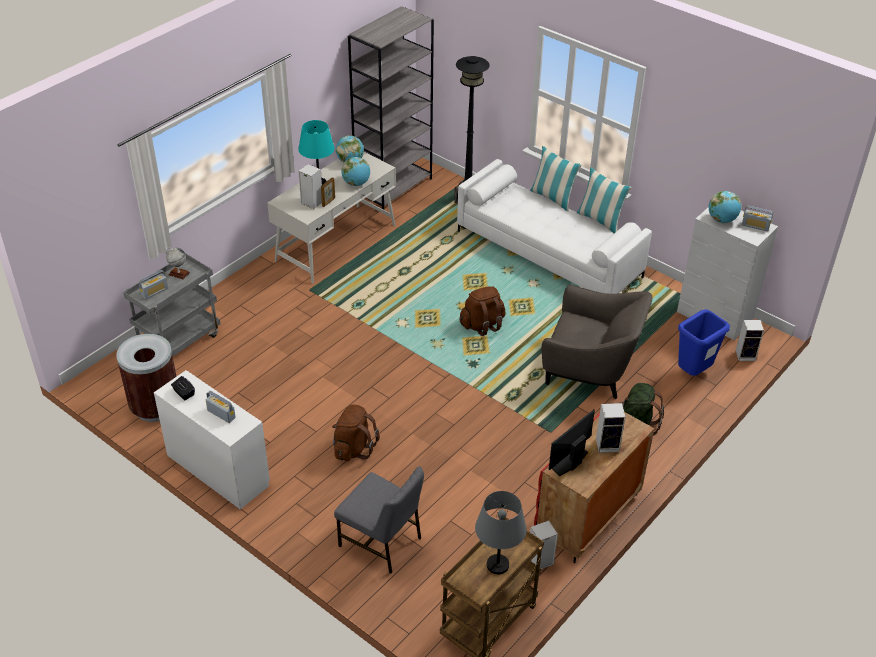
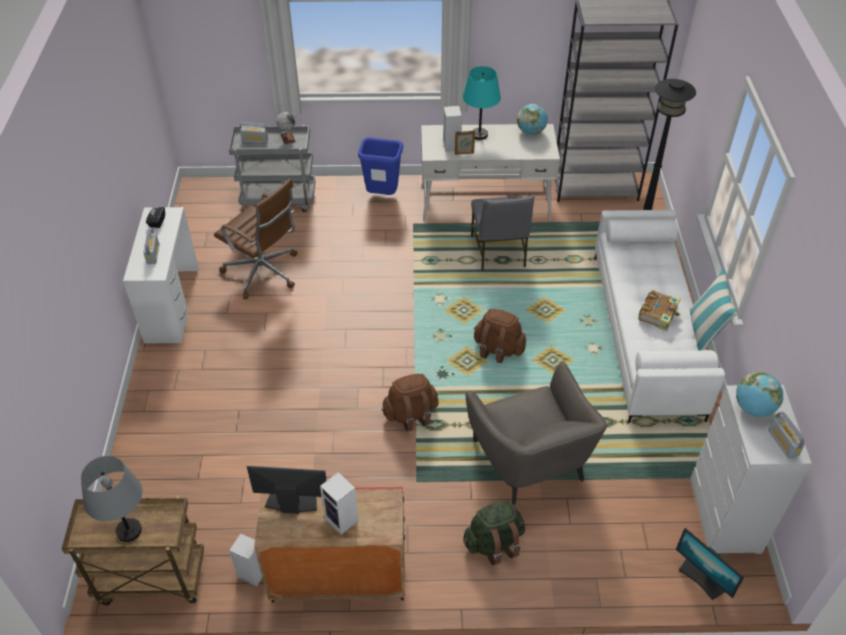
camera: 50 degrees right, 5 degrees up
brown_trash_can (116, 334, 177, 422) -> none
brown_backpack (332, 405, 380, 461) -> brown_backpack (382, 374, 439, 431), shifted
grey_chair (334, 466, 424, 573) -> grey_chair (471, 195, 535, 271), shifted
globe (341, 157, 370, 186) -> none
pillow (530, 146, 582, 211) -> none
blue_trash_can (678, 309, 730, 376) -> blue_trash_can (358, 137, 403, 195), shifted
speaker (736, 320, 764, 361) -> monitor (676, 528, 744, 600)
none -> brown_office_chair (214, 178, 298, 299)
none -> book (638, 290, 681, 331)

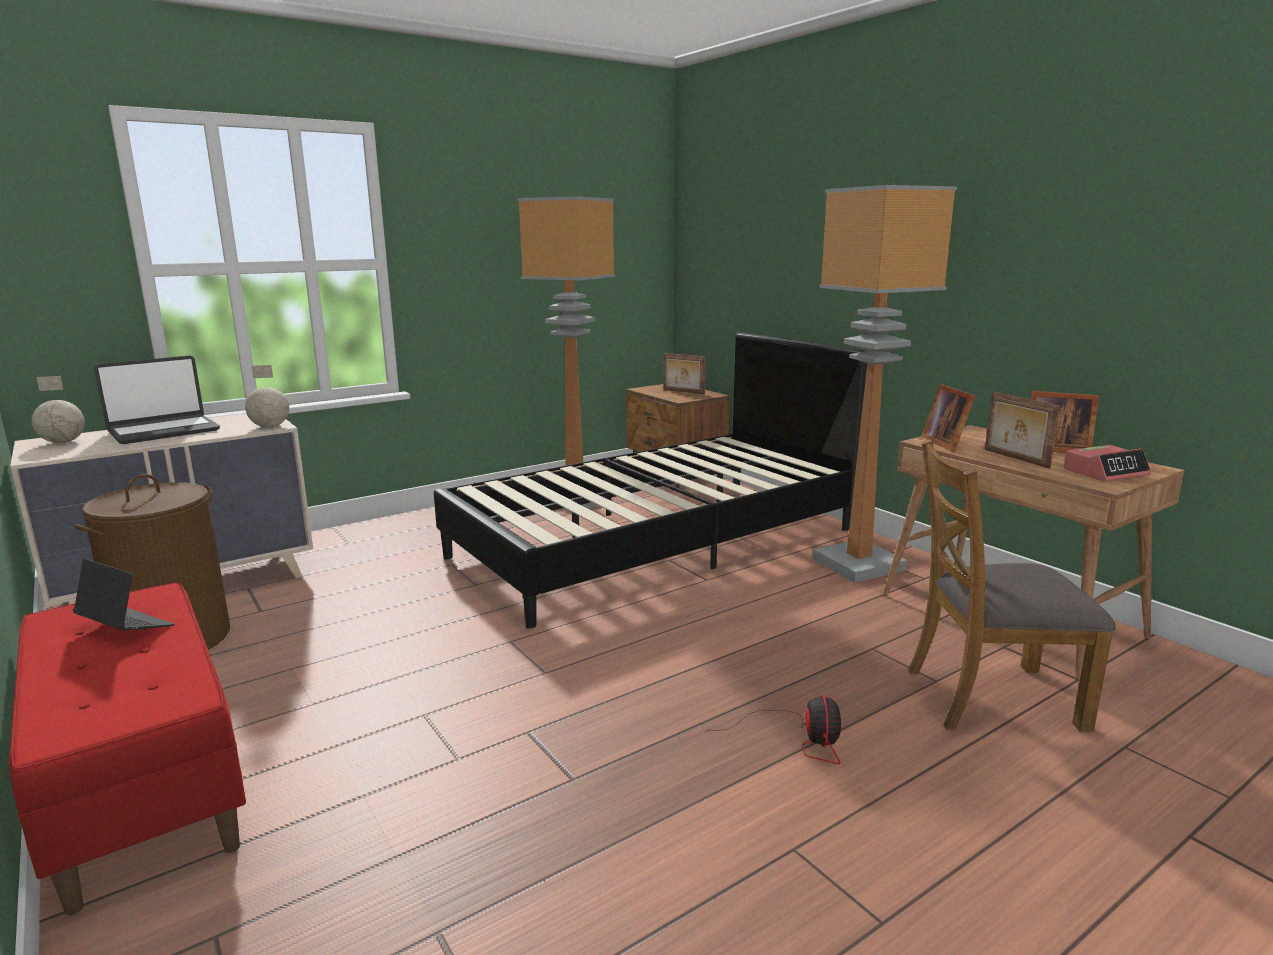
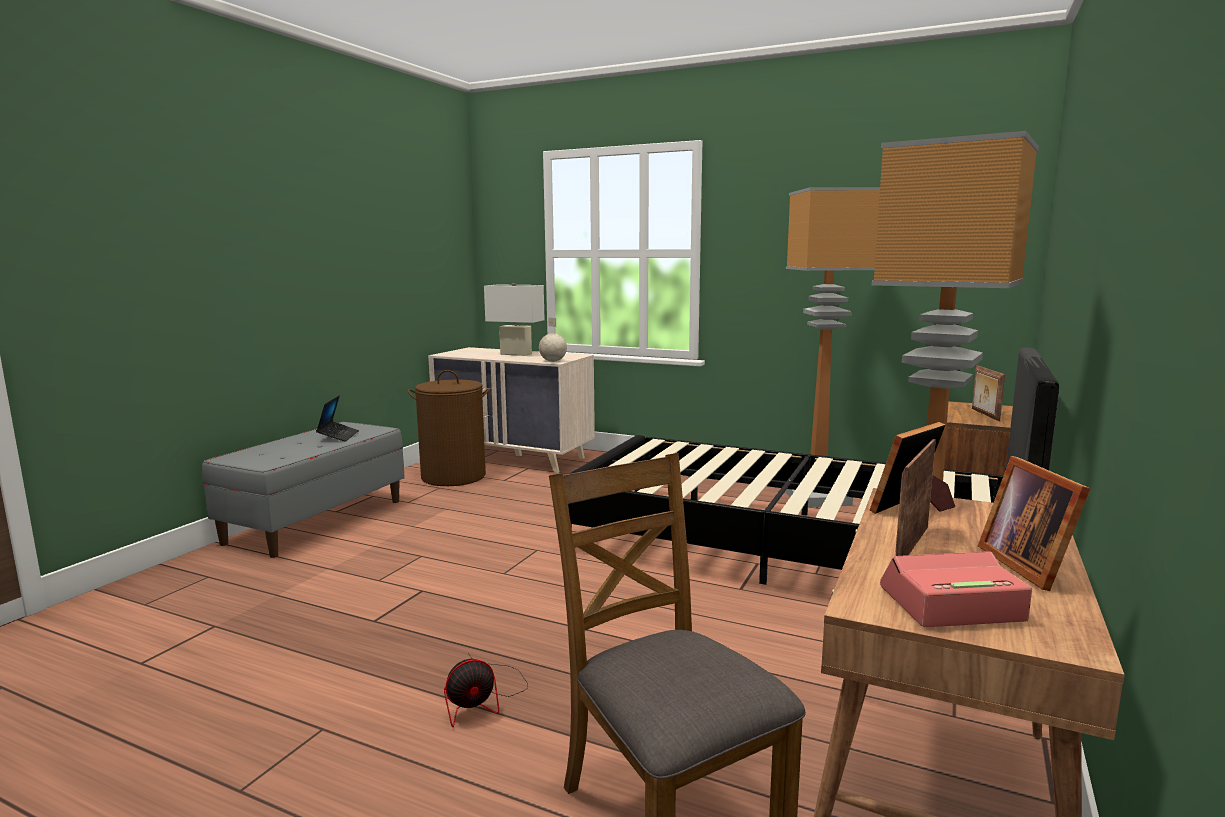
camera: 60 degrees right, 5 degrees down
red_bench (9, 582, 246, 915) -> grey_bench (202, 422, 405, 558)
globe (32, 376, 85, 443) -> none
laptop (94, 355, 220, 444) -> white_table_lamp (484, 283, 545, 356)
alarm_clock (1064, 445, 1151, 482) -> alarm_clock (880, 551, 1032, 627), 135 degrees clockwise

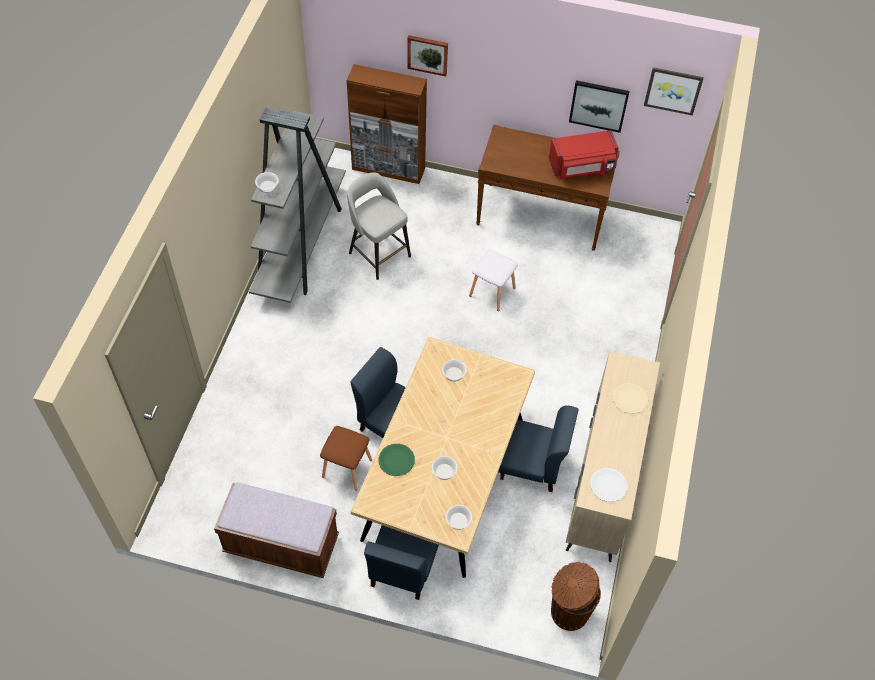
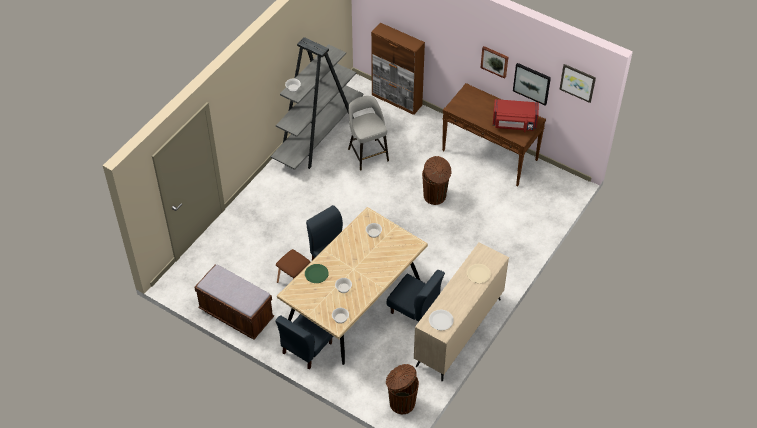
camera: 20 degrees right, 5 degrees down
picture (408, 35, 448, 76) -> picture (480, 46, 508, 79), shifted
white_stool (469, 250, 518, 311) -> brown_trash_can (422, 156, 452, 205)

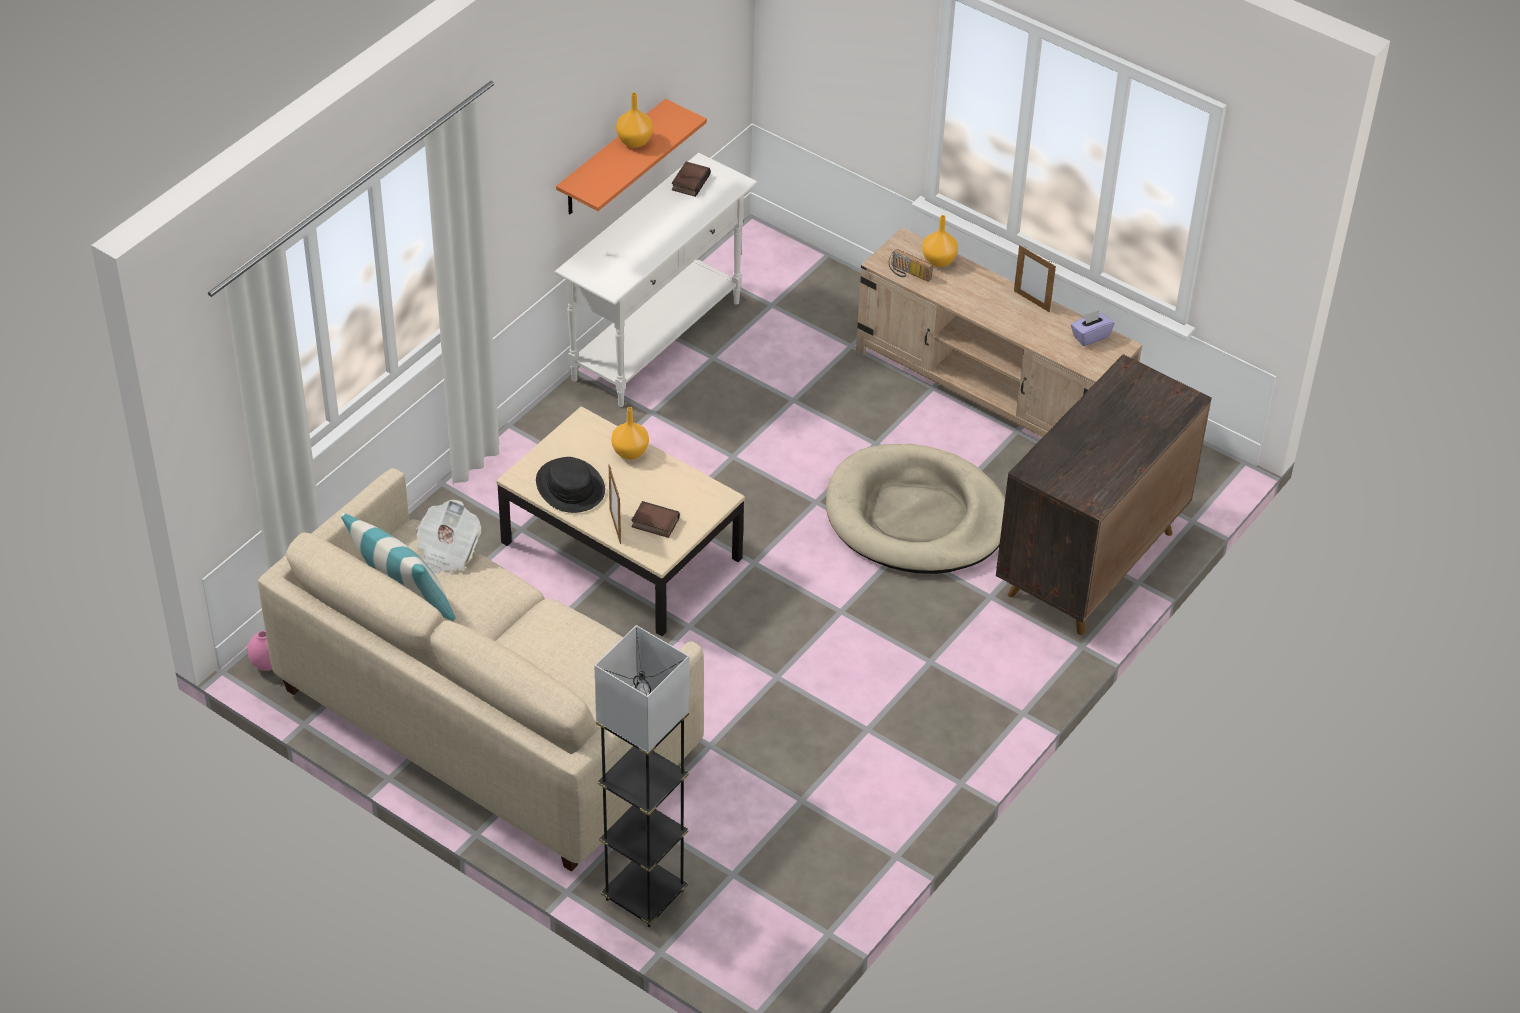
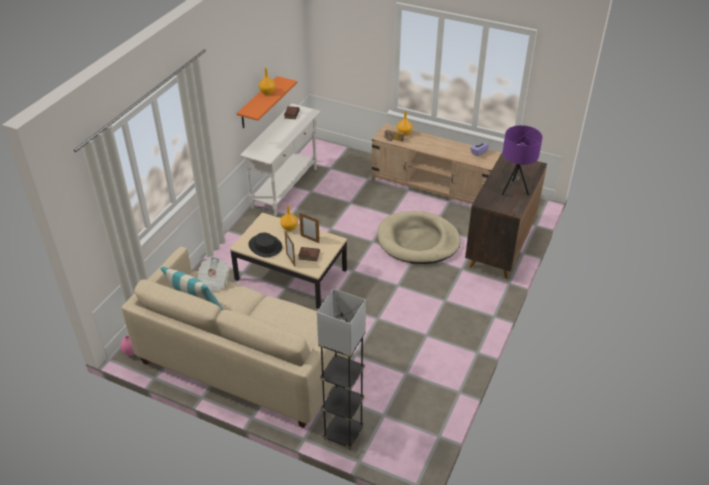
camera: 10 degrees left, 5 degrees down
picture_frame (1014, 245, 1056, 312) -> picture_frame (299, 212, 320, 243), shifted
none -> purple_table_lamp (502, 125, 543, 196)

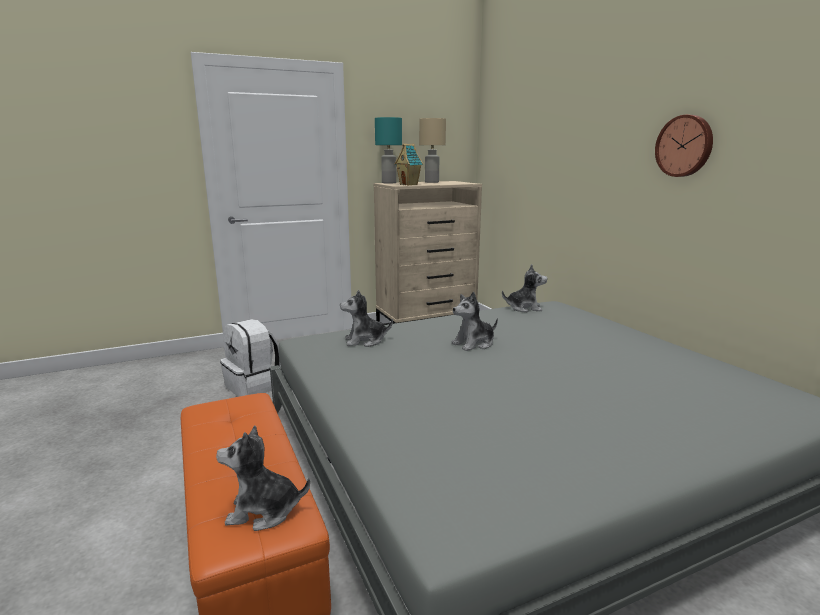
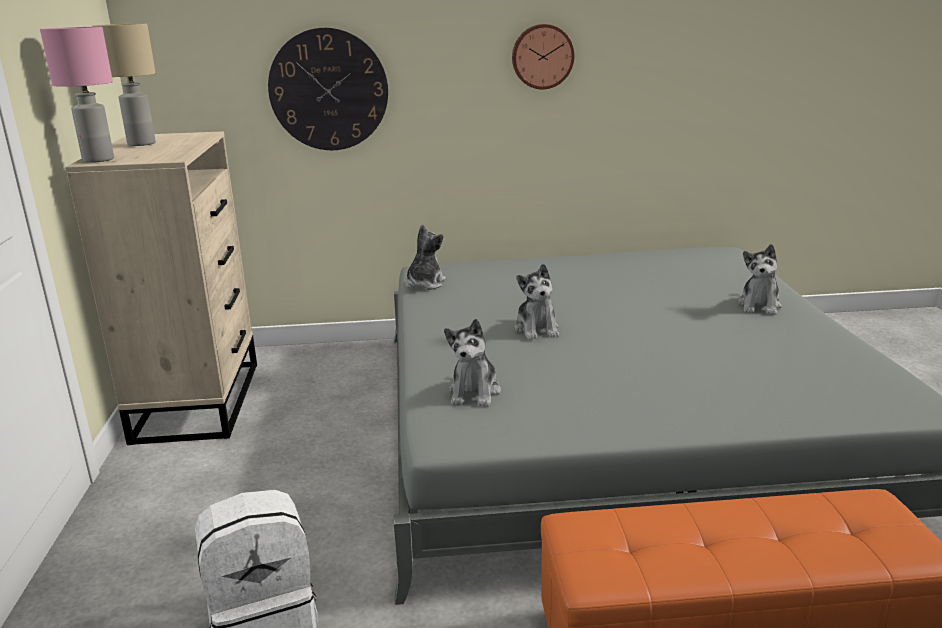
camera: 70 degrees left, 5 degrees up
plush_toy (216, 426, 310, 531) -> plush_toy (738, 244, 782, 315), shifted
turquoise_table_lamp (375, 117, 402, 184) -> pink_table_lamp (40, 27, 114, 163)
toy_house (394, 144, 423, 186) -> none
none -> wall_clock (268, 28, 388, 150)

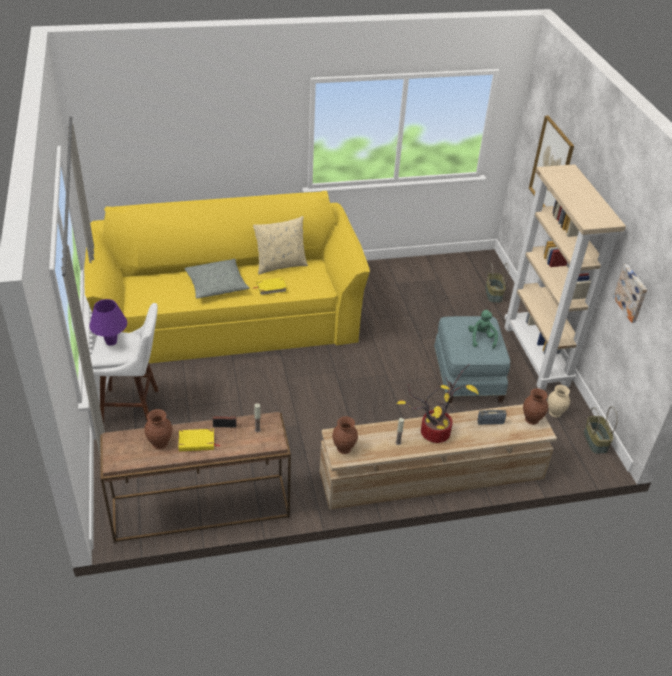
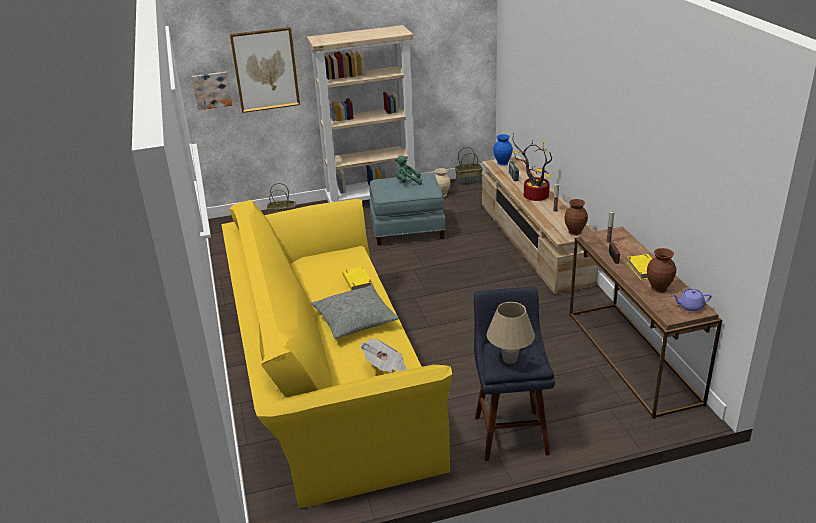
camera: 90 degrees left, 10 degrees down
purple_table_lamp (89, 299, 127, 346) -> beige_table_lamp (487, 302, 535, 364)
white_stool (91, 303, 158, 423) -> blue_stool (474, 287, 555, 461)
beige_pillow (253, 216, 308, 275) -> none
brown_vase (523, 388, 548, 425) -> blue_vase (493, 134, 513, 166)
picture (613, 264, 648, 323) -> picture (192, 72, 232, 110), shifted
none -> newspaper (360, 339, 407, 373)
none -> purple_teapot (673, 289, 711, 311)

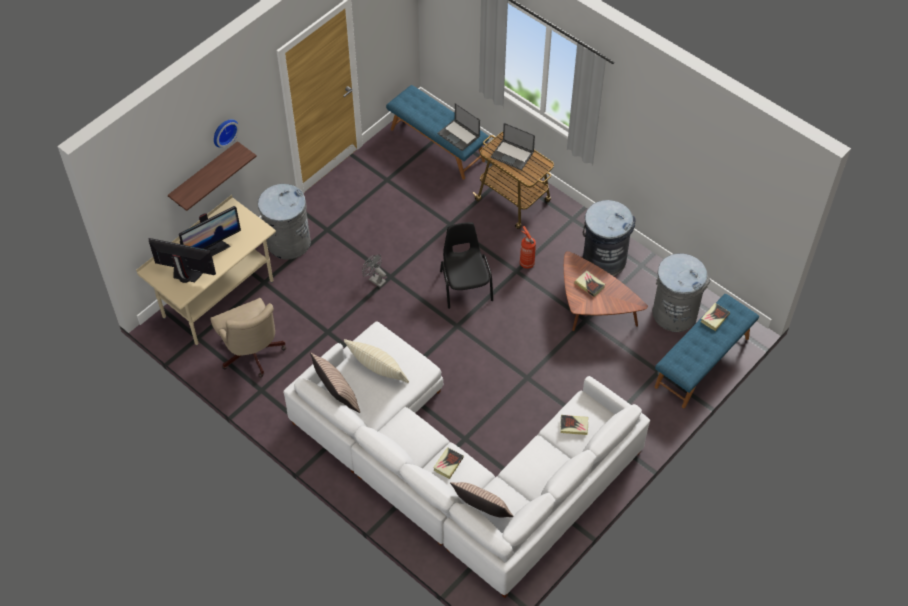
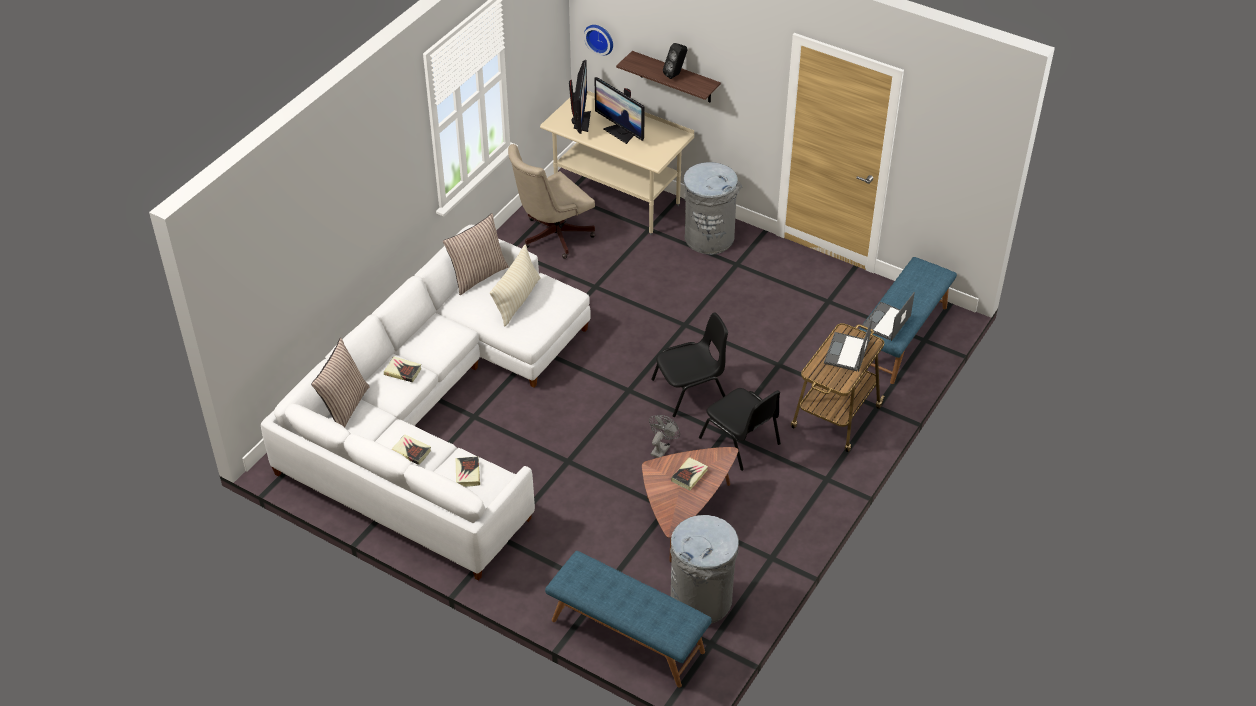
camera: 80 degrees right, 10 degrees down
wall_clock (214, 119, 239, 148) -> wall_clock (584, 25, 613, 56), shifted
grey_fan (362, 254, 386, 288) -> grey_fan (649, 415, 680, 458), shifted
fire_extinguisher (520, 226, 536, 269) -> black_chair (699, 388, 781, 471)
grey_trash_can (583, 200, 636, 276) -> none
book (701, 303, 730, 331) -> book (392, 434, 431, 465), shifted
none -> black_speaker (663, 43, 687, 79)

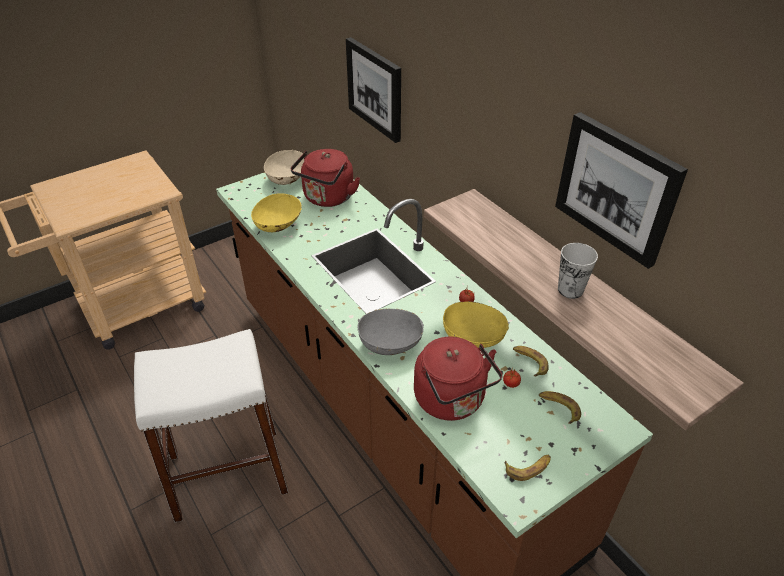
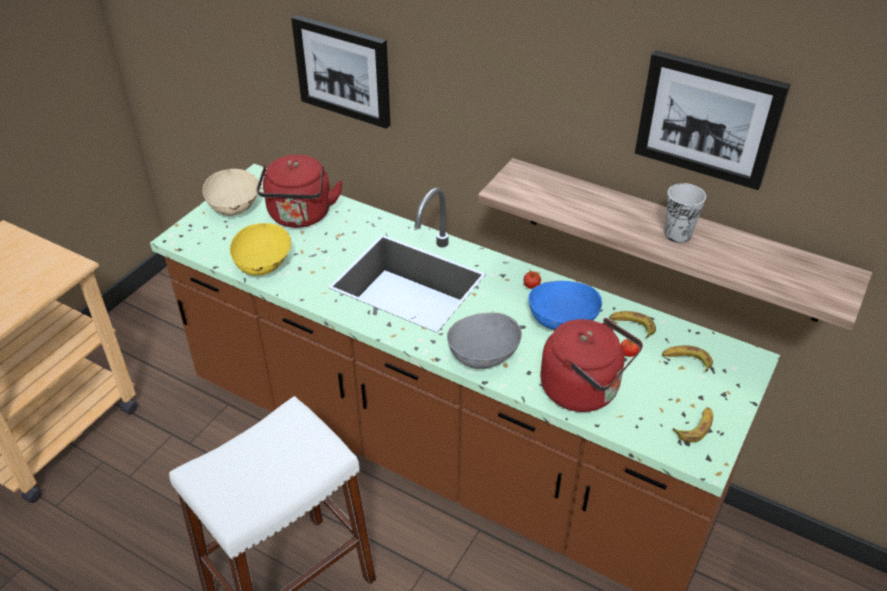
camera: 25 degrees left, 0 degrees up
yellow_bowl (443, 301, 509, 348) -> blue_bowl (529, 281, 602, 330)

